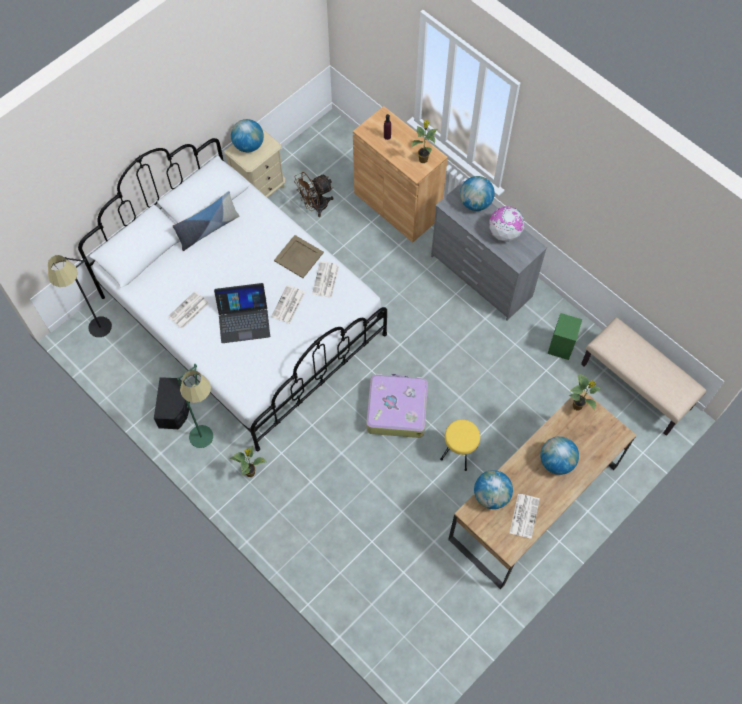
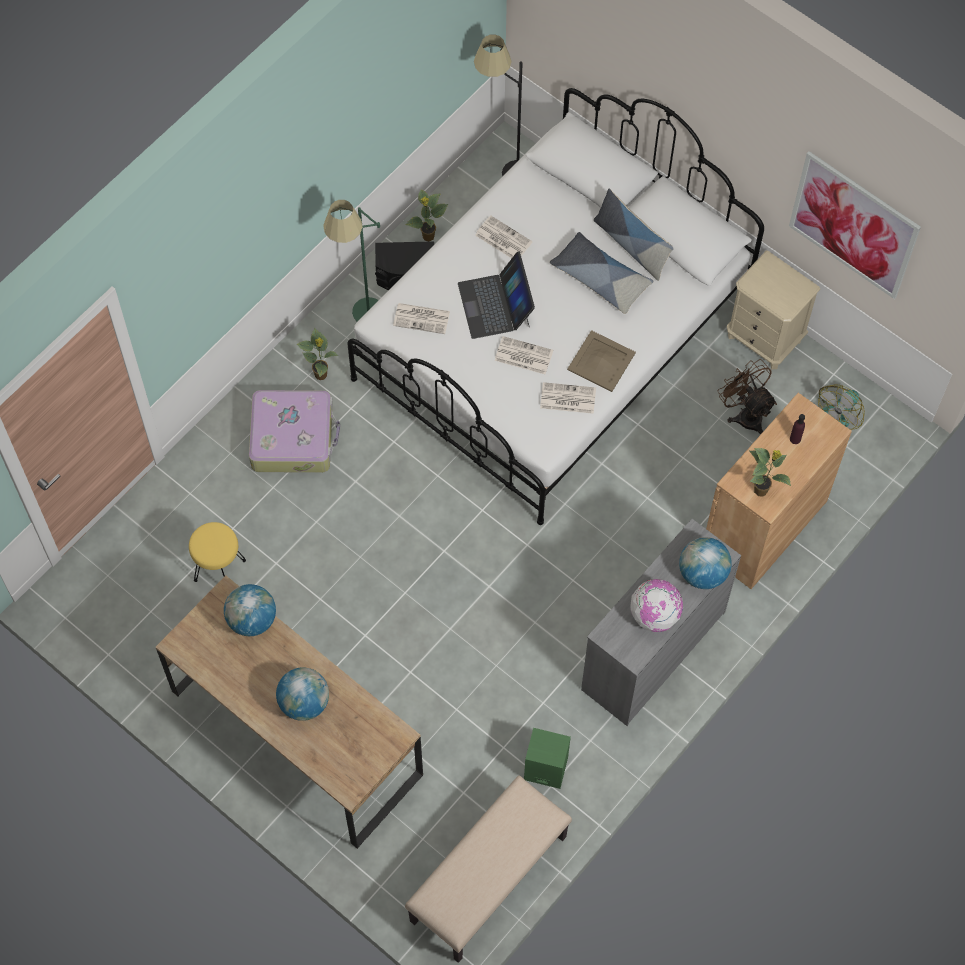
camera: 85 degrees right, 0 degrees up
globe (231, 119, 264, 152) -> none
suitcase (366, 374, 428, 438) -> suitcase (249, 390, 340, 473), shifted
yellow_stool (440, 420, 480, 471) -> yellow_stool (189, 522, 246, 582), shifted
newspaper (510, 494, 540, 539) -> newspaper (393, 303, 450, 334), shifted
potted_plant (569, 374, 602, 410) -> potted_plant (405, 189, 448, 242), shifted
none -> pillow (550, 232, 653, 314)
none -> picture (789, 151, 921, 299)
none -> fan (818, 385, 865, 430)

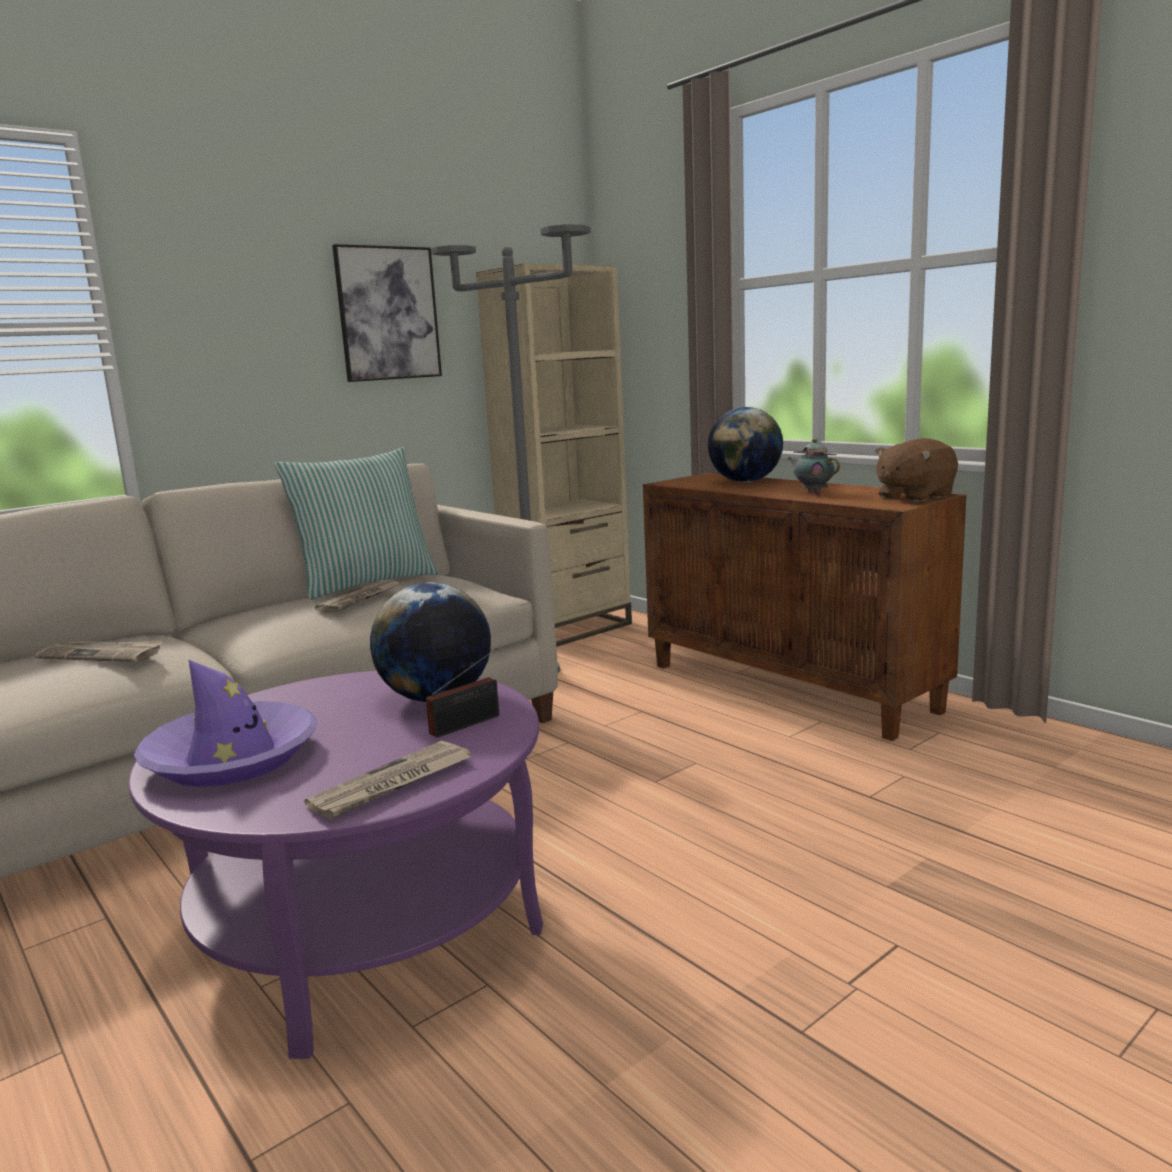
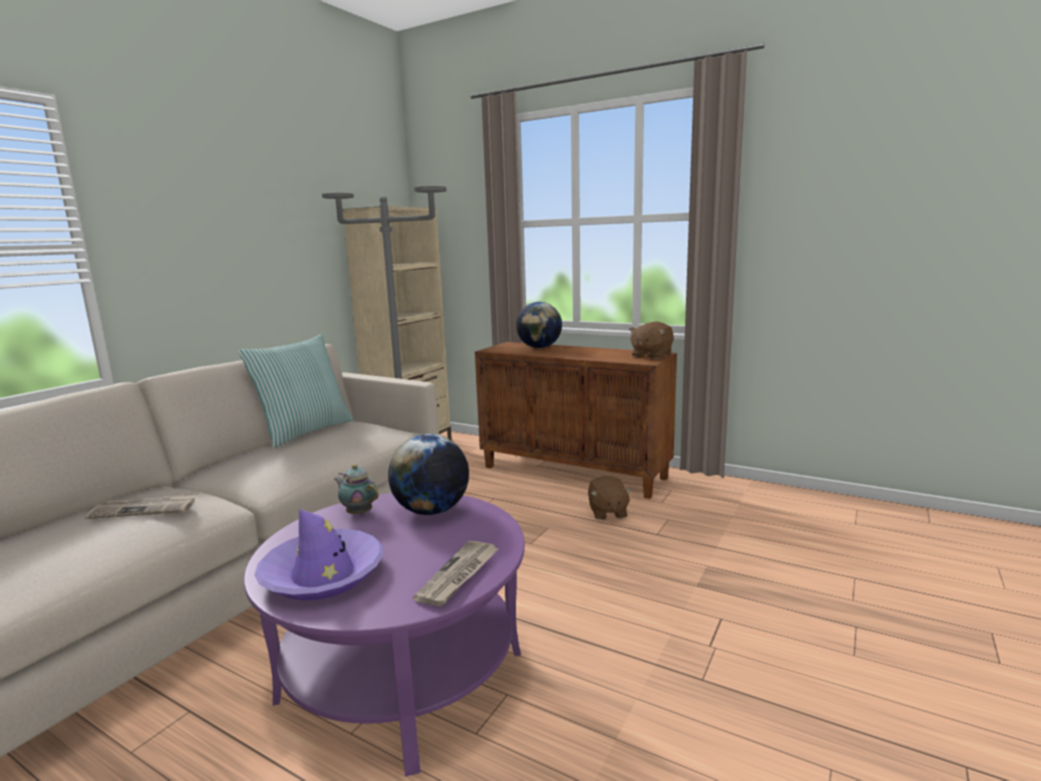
camera: 20 degrees left, 0 degrees up
newspaper (315, 580, 401, 612) -> none
picture (332, 244, 442, 382) -> none
radio (426, 648, 499, 738) -> none
teapot (788, 438, 840, 494) -> teapot (334, 464, 379, 515), shifted
none -> brown_plush_toy (588, 475, 632, 520)

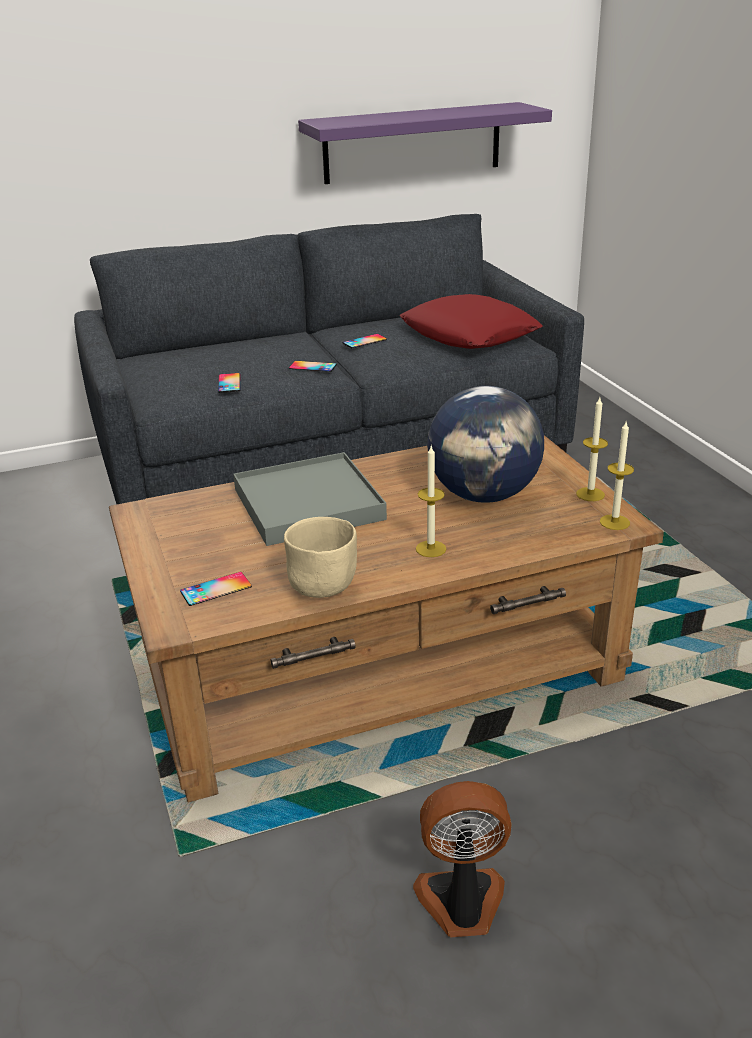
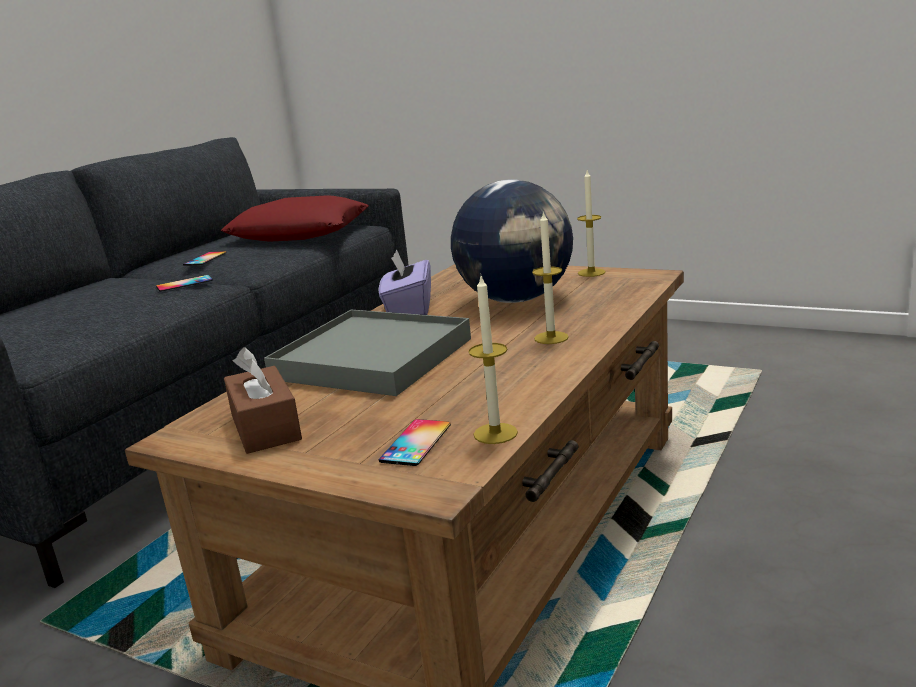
camera: 40 degrees left, 10 degrees down
phone (218, 373, 241, 393) -> none
beige_bowl (284, 517, 357, 598) -> none
purple_shelf (298, 102, 552, 184) -> none
fan (413, 781, 512, 937) -> none
candle (600, 422, 634, 530) -> candle (469, 276, 518, 444), shifted
none -> brown_tissue_box (224, 347, 302, 454)
none -> purple_tissue_box (378, 249, 431, 315)

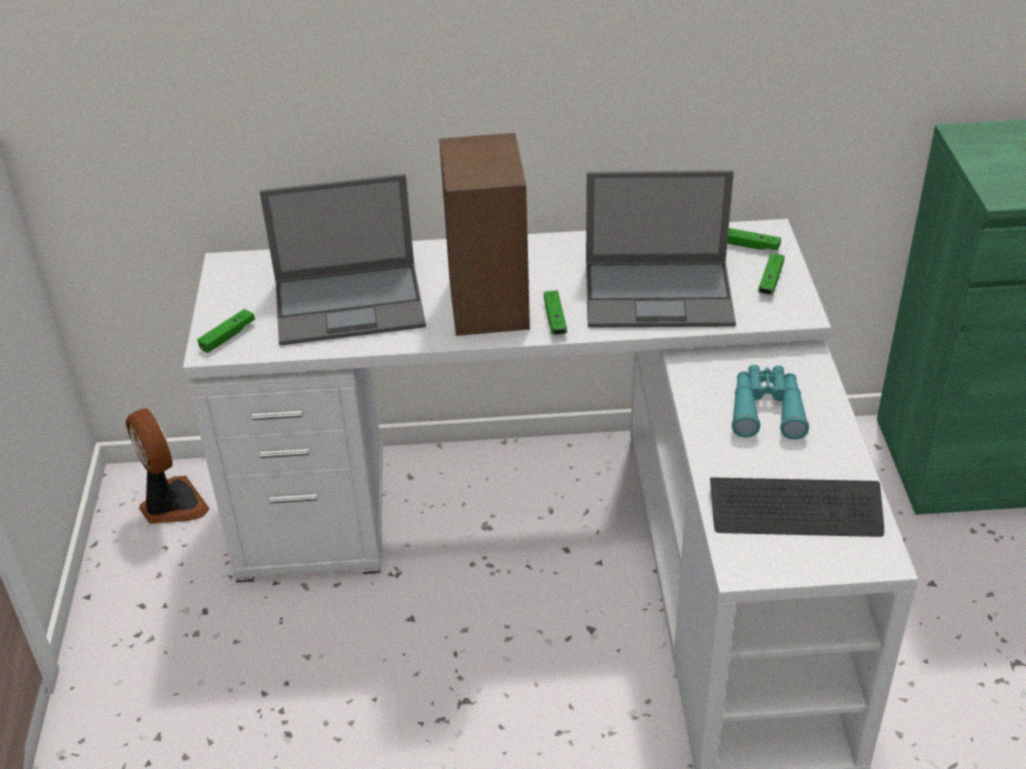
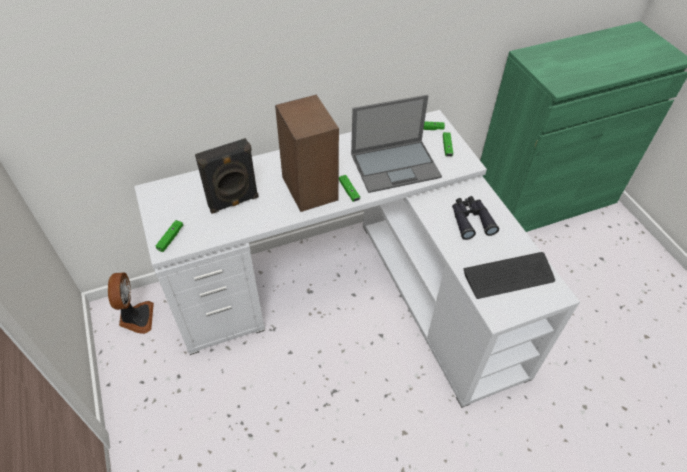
camera: 20 degrees left, 10 degrees up
fan (126, 408, 210, 524) -> fan (108, 272, 154, 334), 45 degrees clockwise
laptop (260, 174, 426, 346) -> black_speaker (195, 138, 259, 214)
turquoise_binoculars (732, 365, 809, 439) -> black_binoculars (452, 196, 499, 240)

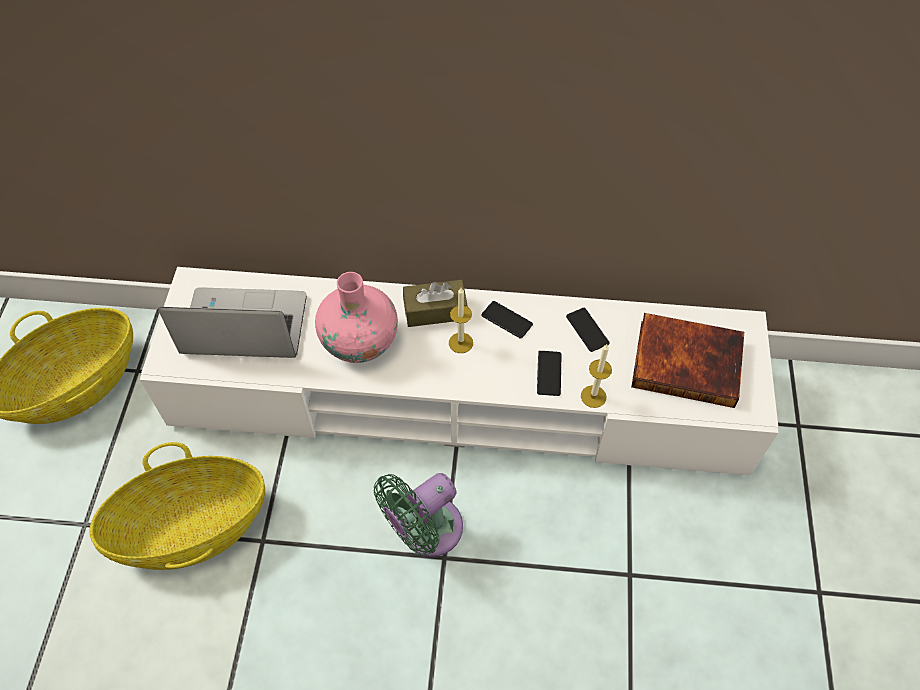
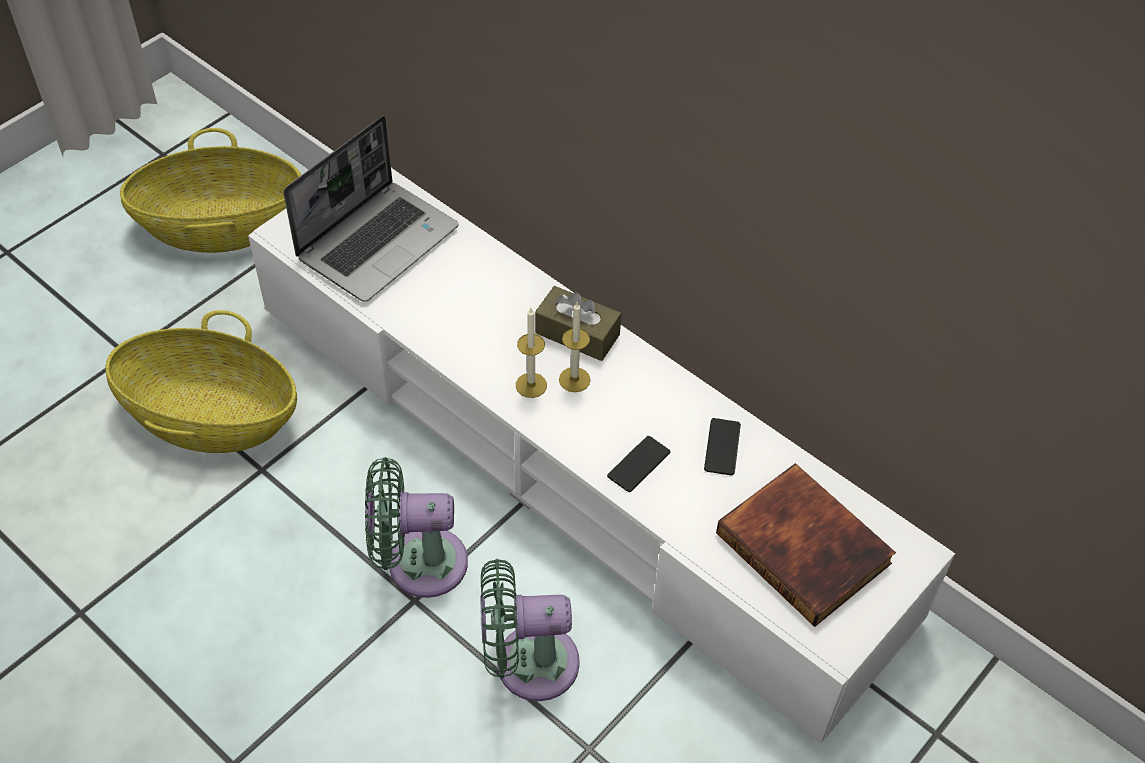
camera: 35 degrees right, 5 degrees down
laptop (158, 287, 307, 358) -> laptop (283, 115, 459, 302), 90 degrees clockwise
pink_vase (315, 272, 398, 363) -> none
phone (481, 301, 533, 339) -> none
candle (581, 344, 612, 408) -> candle (516, 308, 547, 398), shifted
none -> green_fan (480, 559, 580, 701)

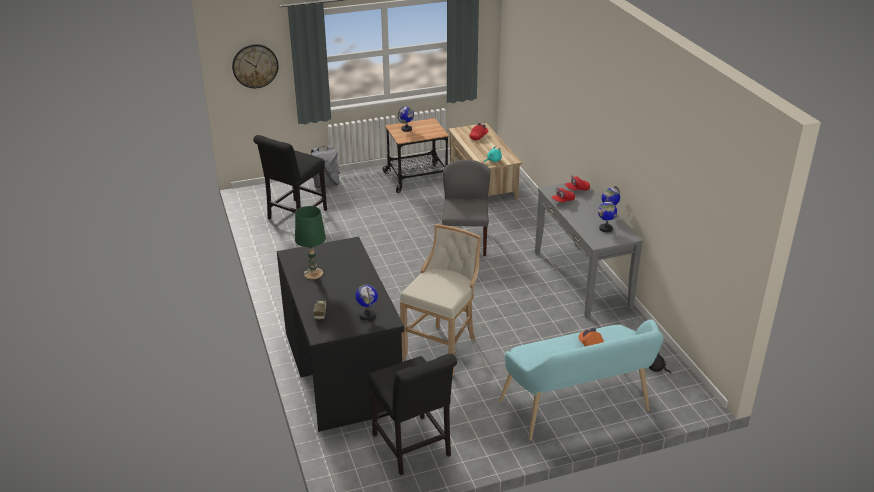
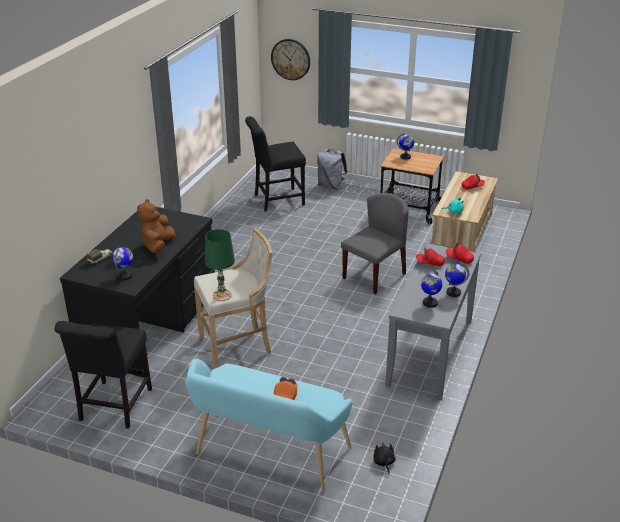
camera: 40 degrees right, 0 degrees up
green_table_lamp (295, 206, 326, 279) -> green_table_lamp (205, 229, 235, 301), shifted
none -> brown_plush_toy (137, 199, 176, 253)

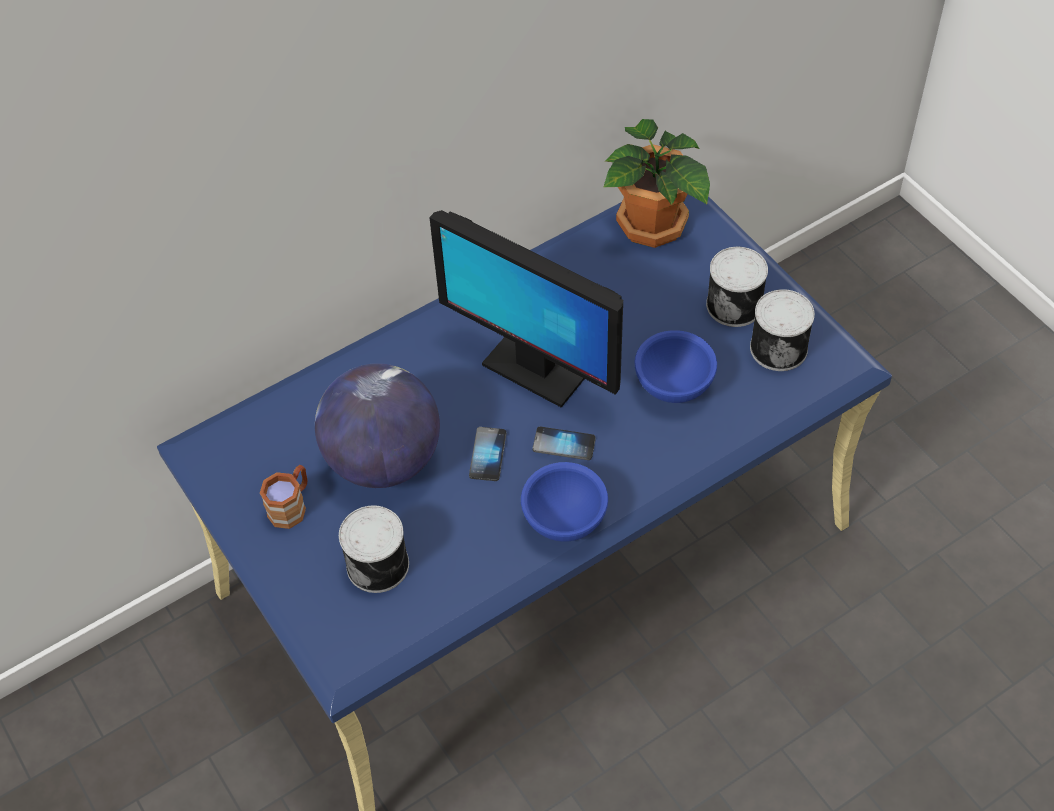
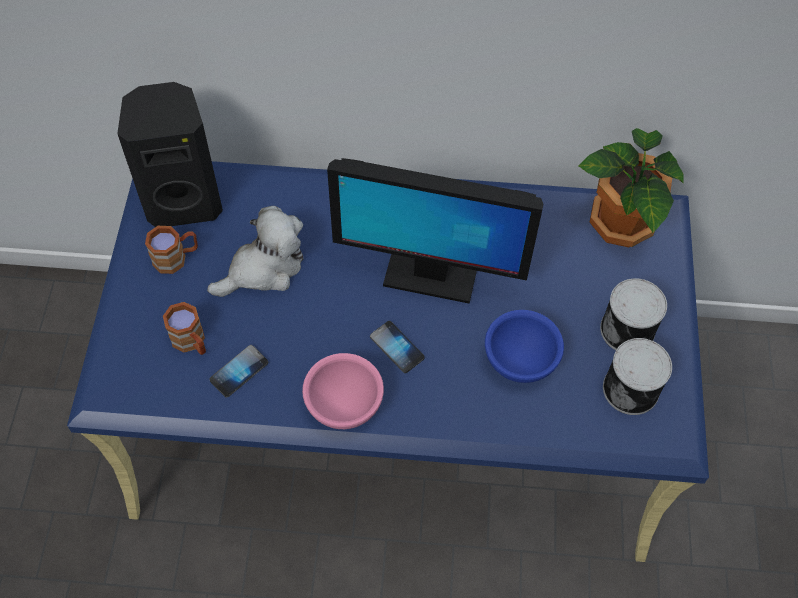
camera: 35 degrees right, 5 degrees up
globe (315, 363, 440, 488) -> plush_toy (207, 206, 303, 297)
can (339, 505, 409, 593) -> brown_mug (163, 302, 206, 355)
monitor (429, 210, 623, 408) -> monitor (327, 158, 544, 304), 60 degrees counterclockwise
phone (469, 427, 506, 481) -> phone (209, 345, 268, 398), shifted
blue_bowl (521, 462, 608, 542) -> pink_bowl (302, 353, 384, 429)
none -> black_speaker (117, 82, 223, 227)

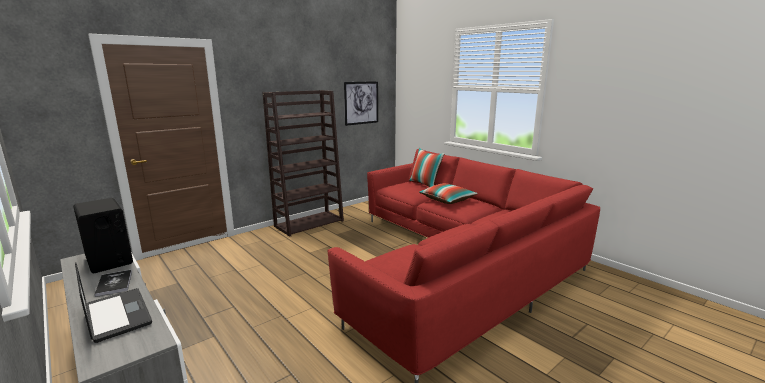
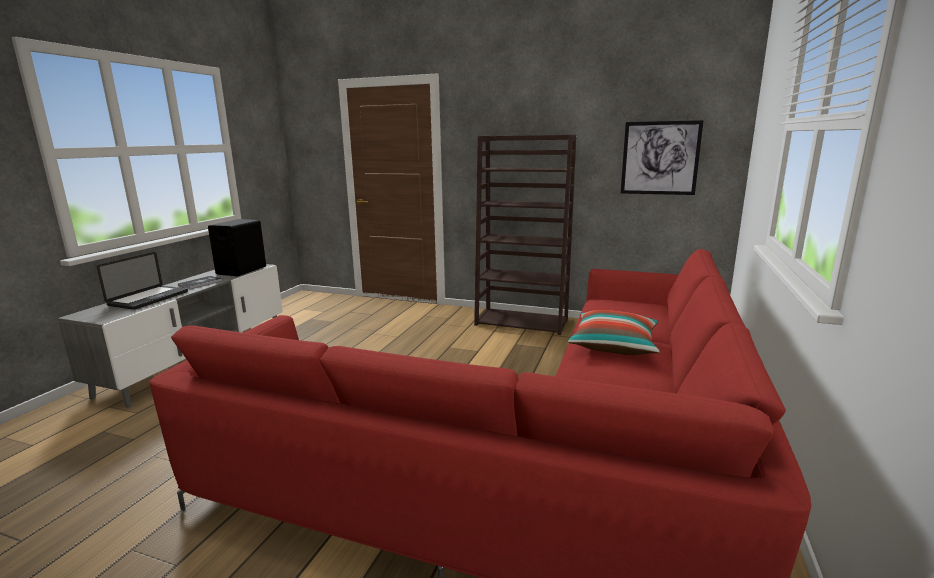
camera: 60 degrees right, 0 degrees up
pillow (409, 148, 445, 187) -> none

